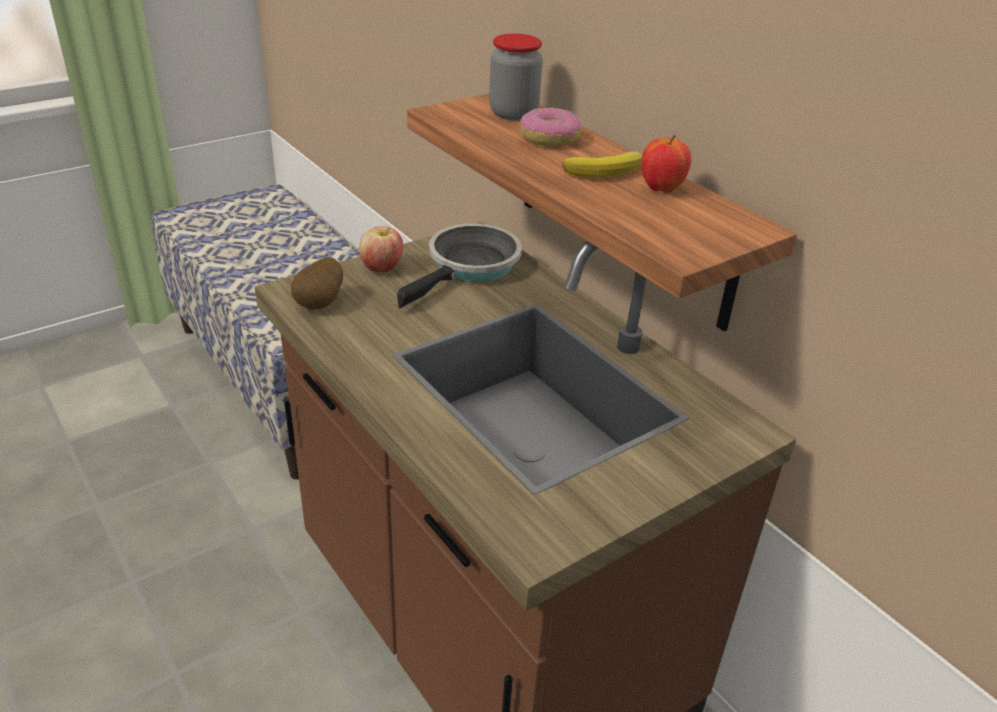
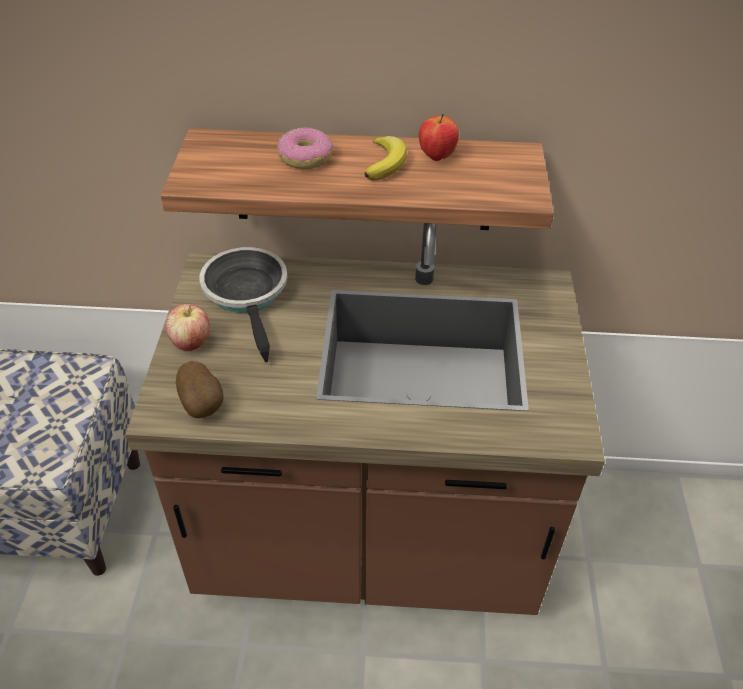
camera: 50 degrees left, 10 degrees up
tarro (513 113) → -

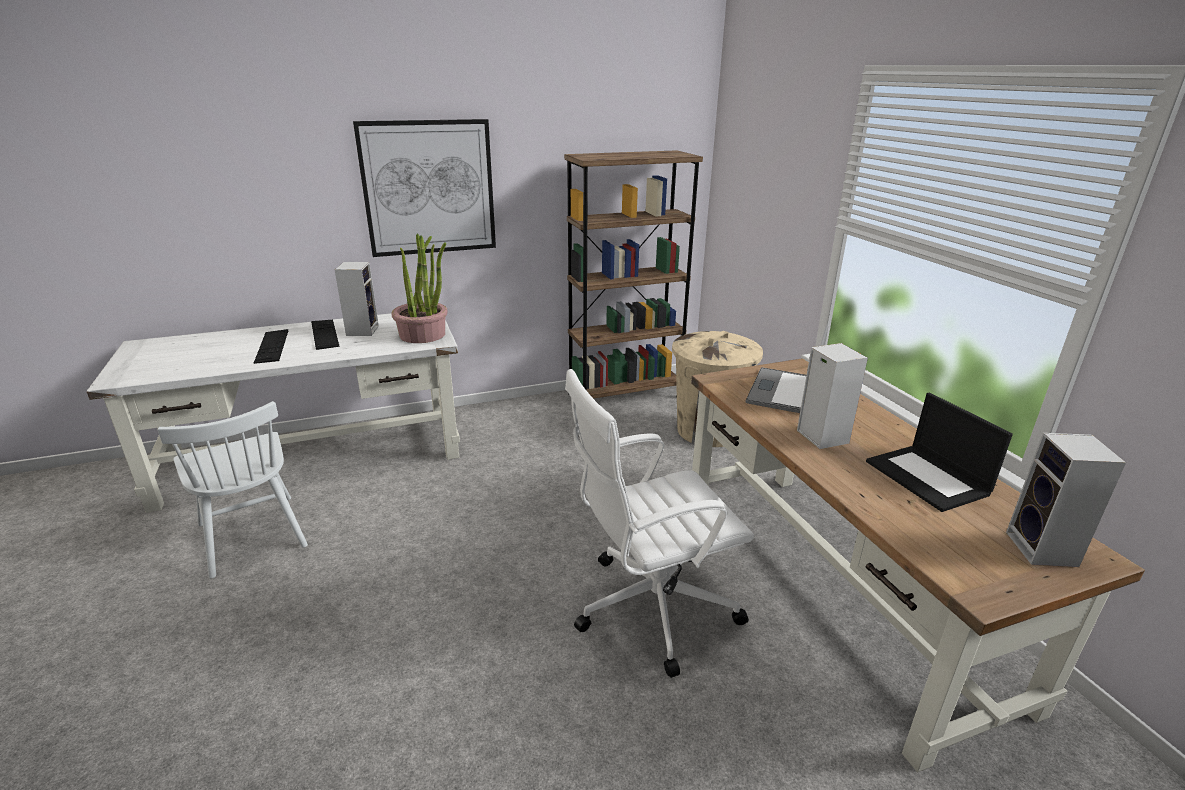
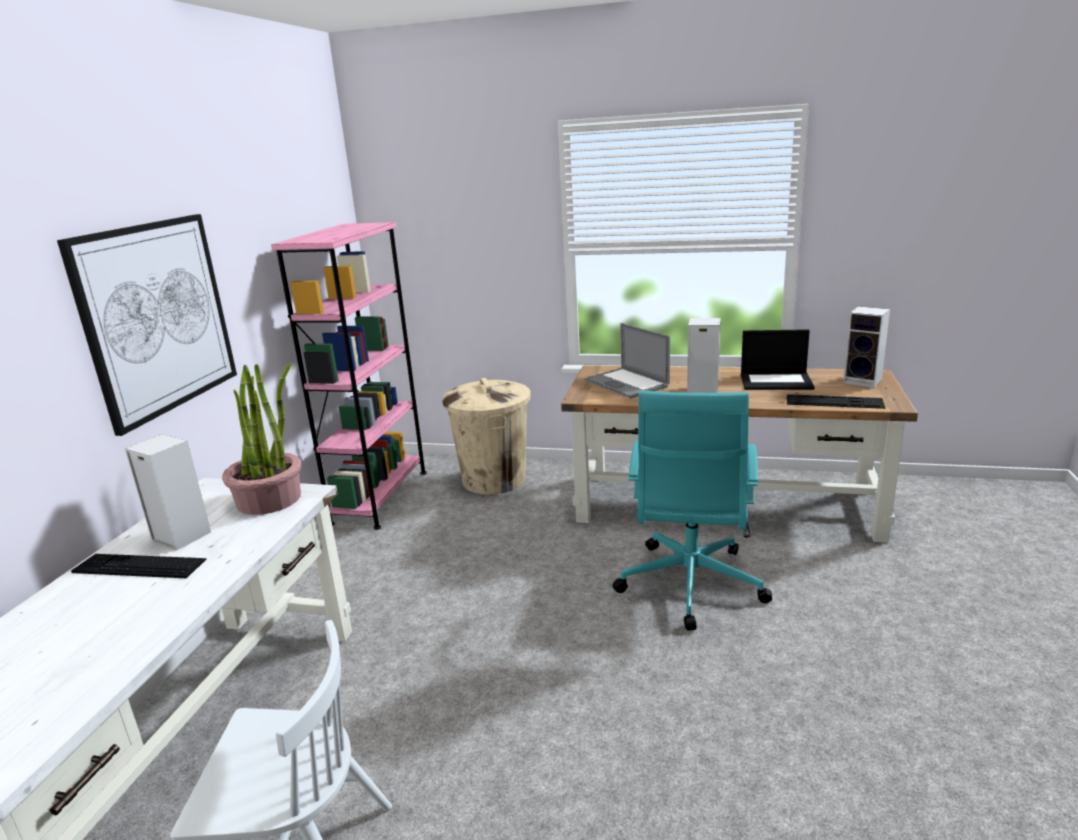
camera: 55 degrees left, 5 degrees down
teclado (272 346) → teclado (834 402), move
estantería/marrón (624 395) → estantería/rosa (380 497)
silla de oficina/blanco (650 607) → silla de oficina/turquesa (690 586)

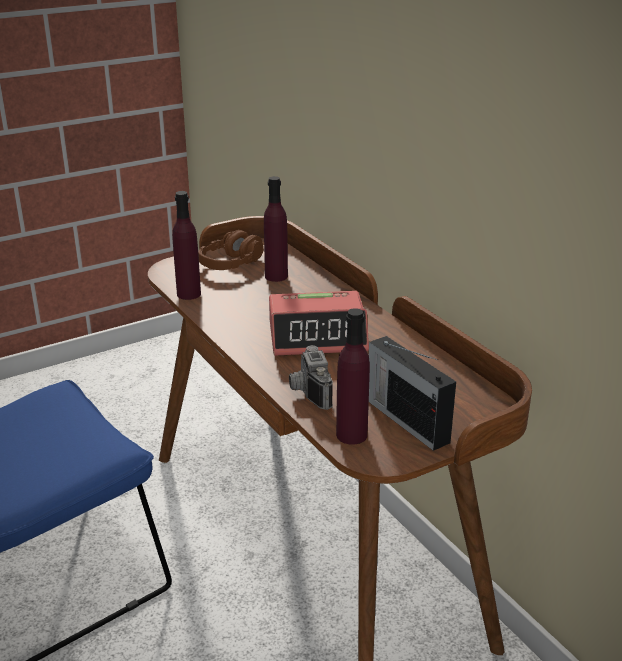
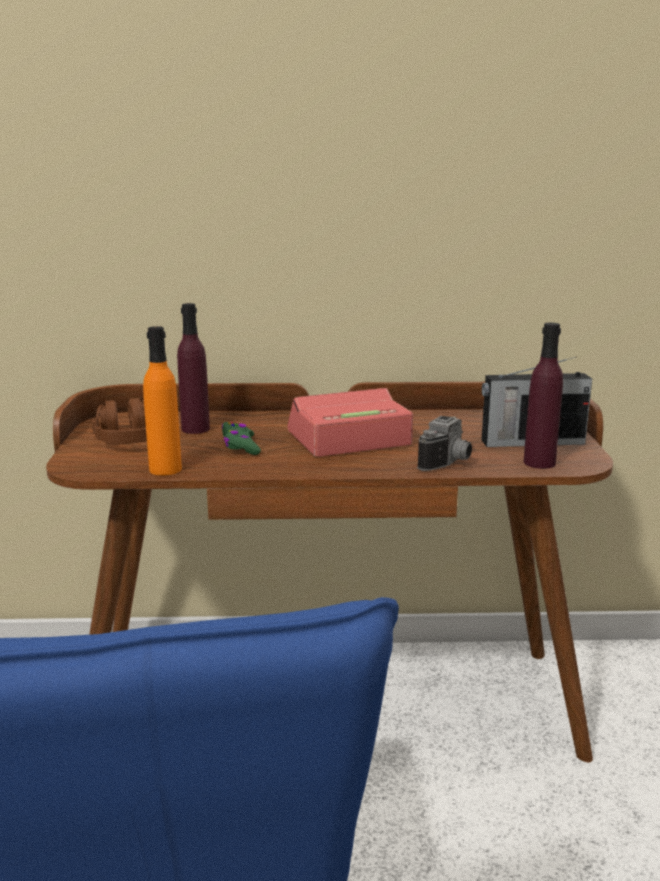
camera: 60 degrees left, 10 degrees down
- → mando de consola/verde (240 446)
botella/morado (189 294) → botella/naranja (165 469)
despertador (318 336) → despertador (348 439), 135 degrees counterclockwise
cámara (308 392) → cámara (449 462), 75 degrees counterclockwise

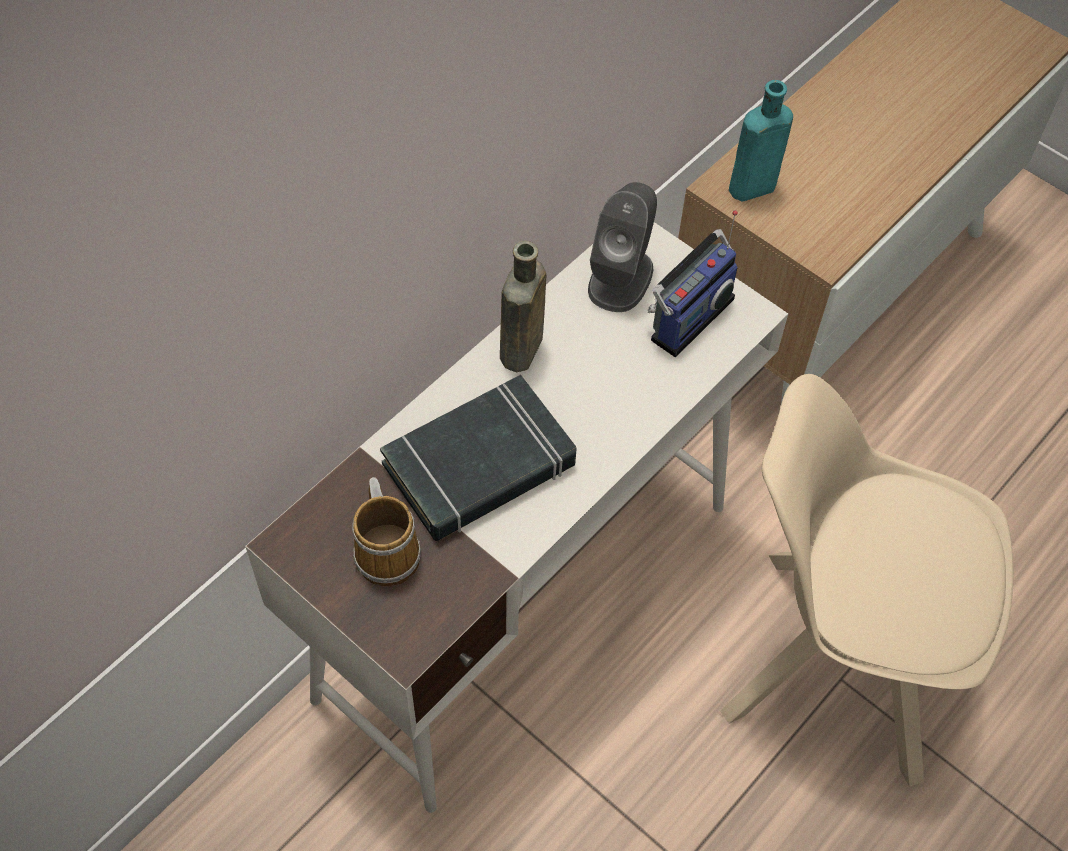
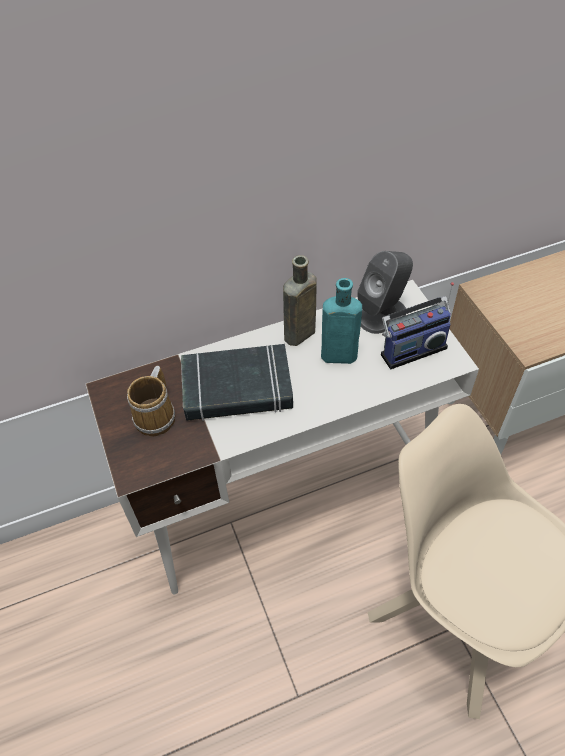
camera: 30 degrees right, 5 degrees down
botella/turquesa (749 188) → botella/turquesa (336 355), move

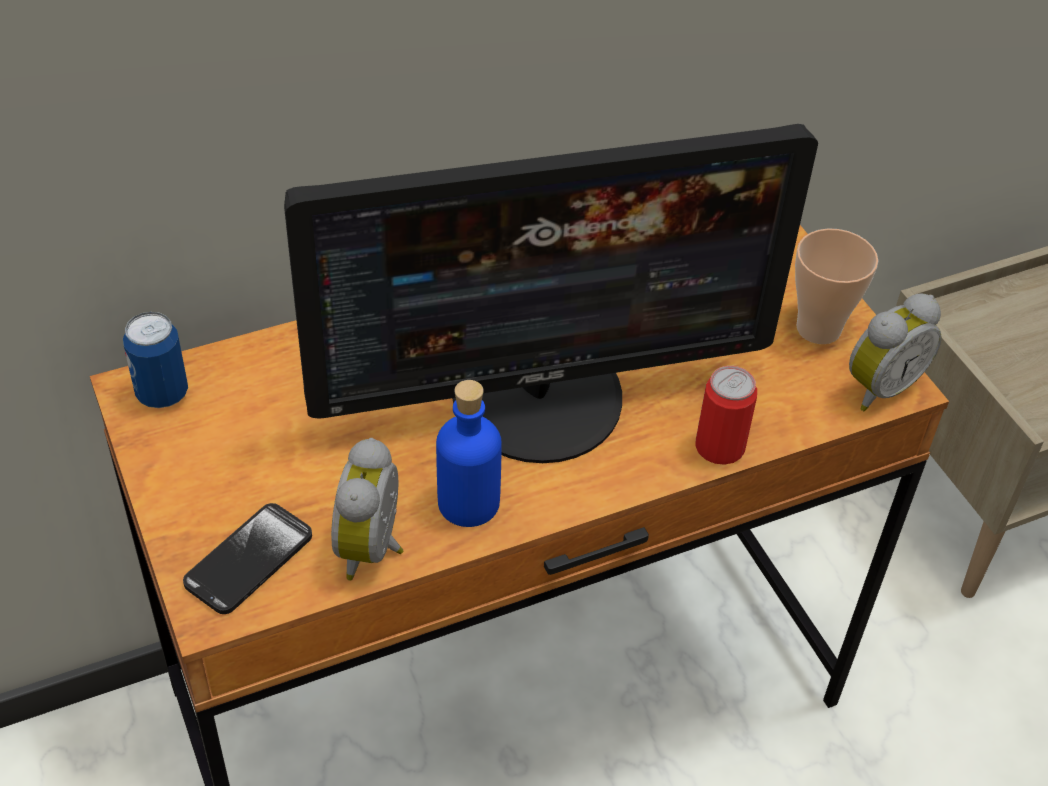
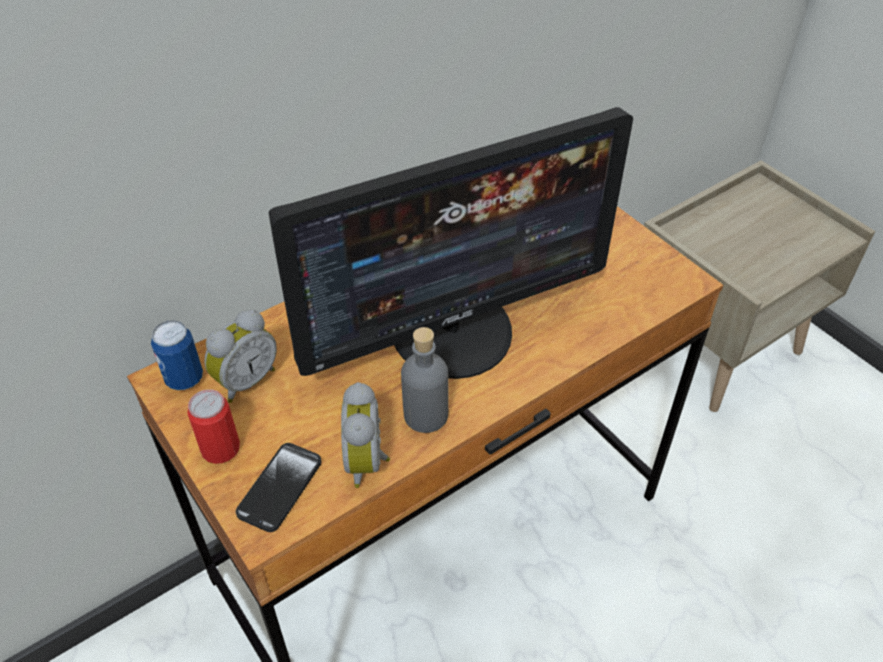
camera: 10 degrees left, 0 degrees up
taza (818 329) → -
lata (719 447) → lata (220 448), move
despertador (878 387) → despertador (245 380), move
botella/azul (468 503) → botella/gris (425 415)

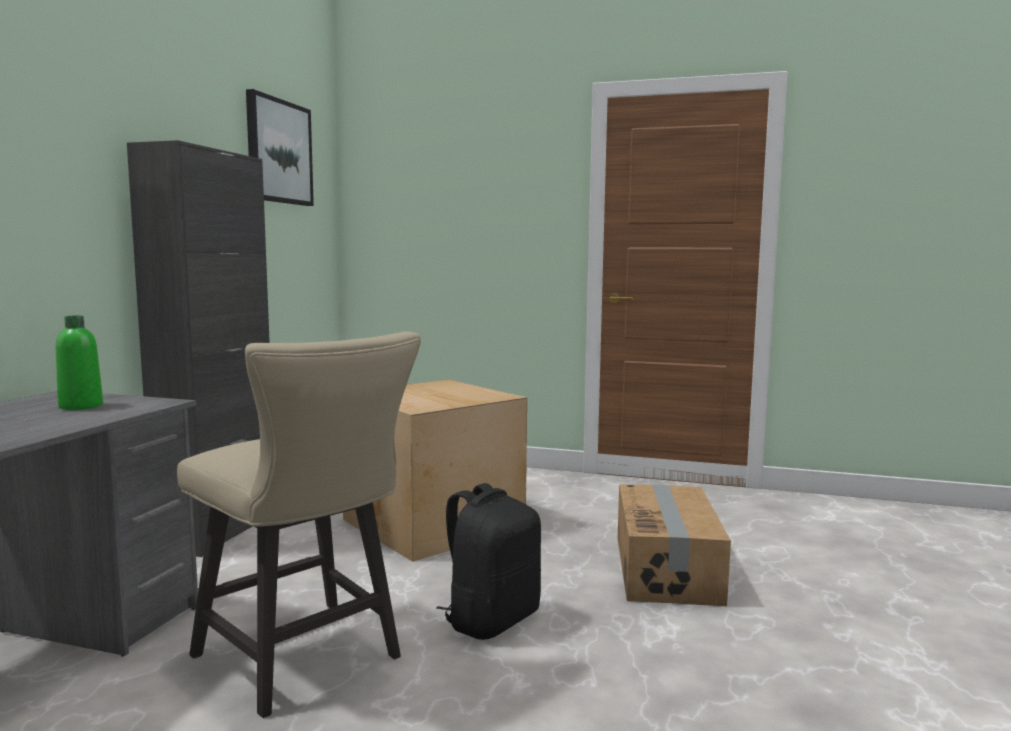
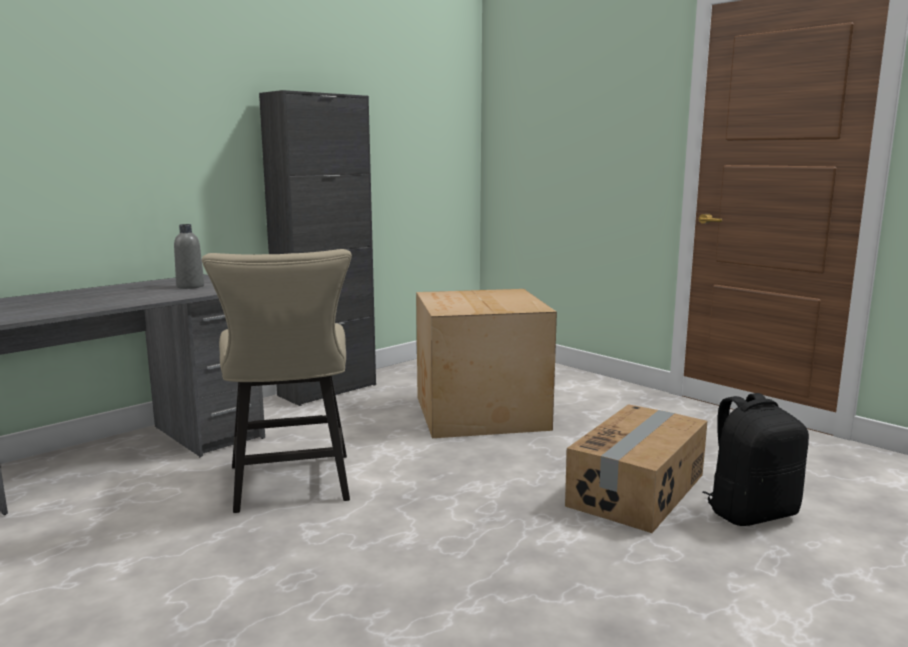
camera: 30 degrees right, 5 degrees up
cuadro (278 152) → -
mochila/negro (491 619) → mochila/negro (751 512), move
botella/verde (81 406) → botella/gris (190 286)

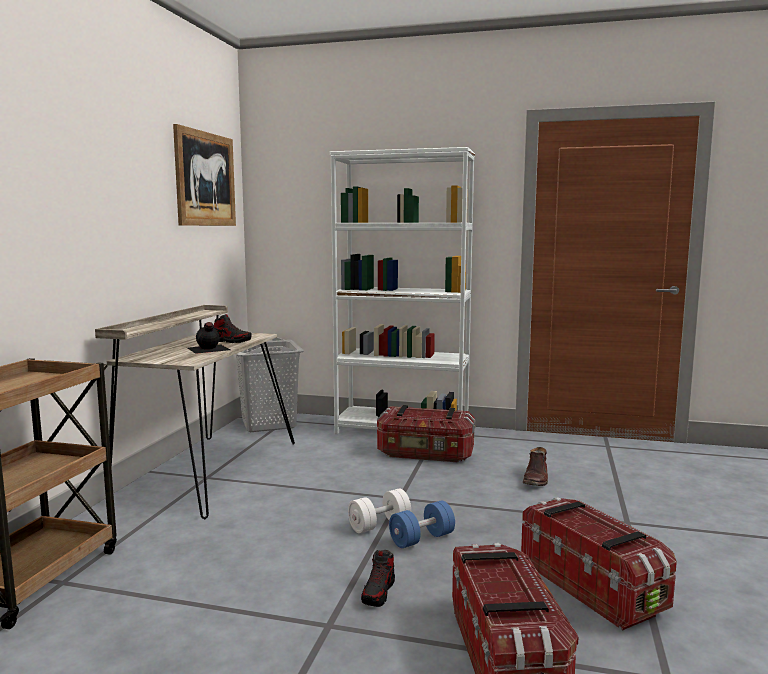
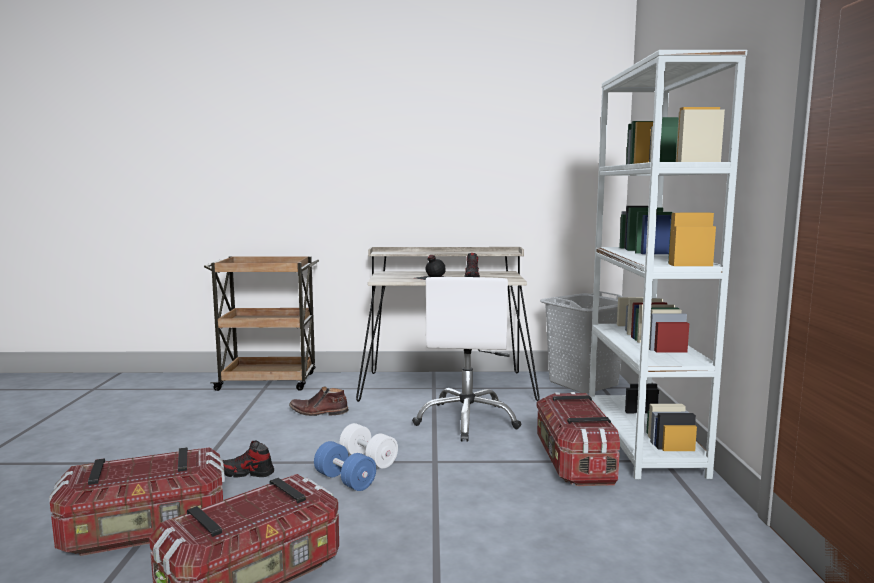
camera: 75 degrees right, 0 degrees up
cuadro (205 179) → -
- → silla de oficina/blanco (467 420)
bota/marrón (536 479) → bota/marrón (318 412), move

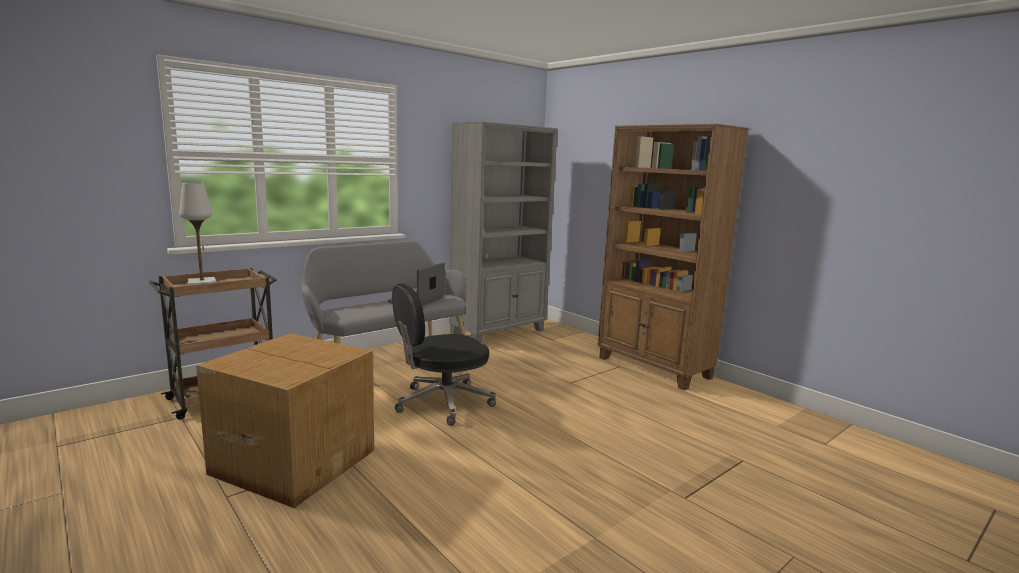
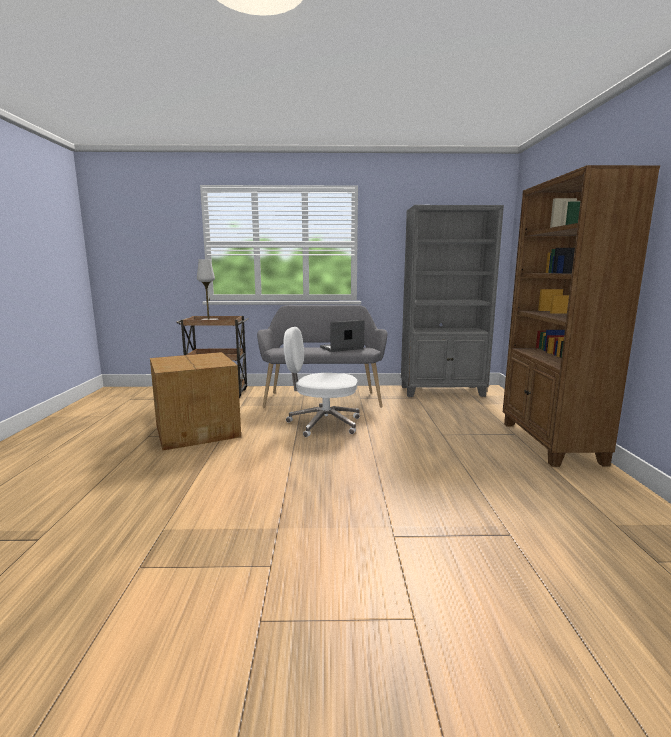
camera: 40 degrees right, 0 degrees up
silla de oficina/negro (442 403) → silla de oficina/blanco (322 424)

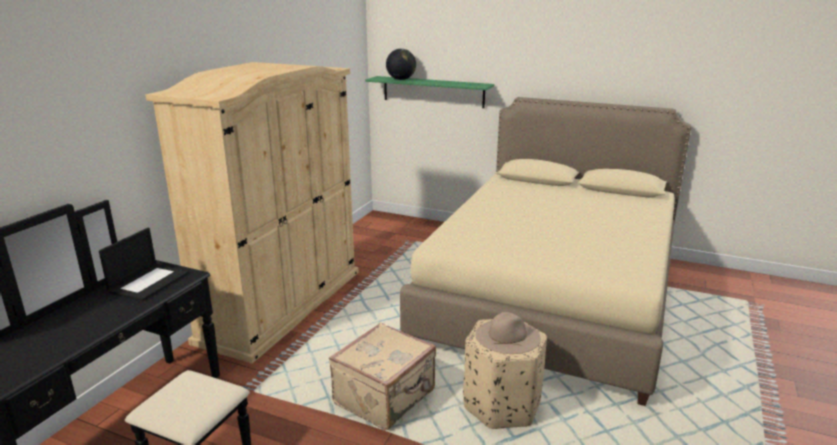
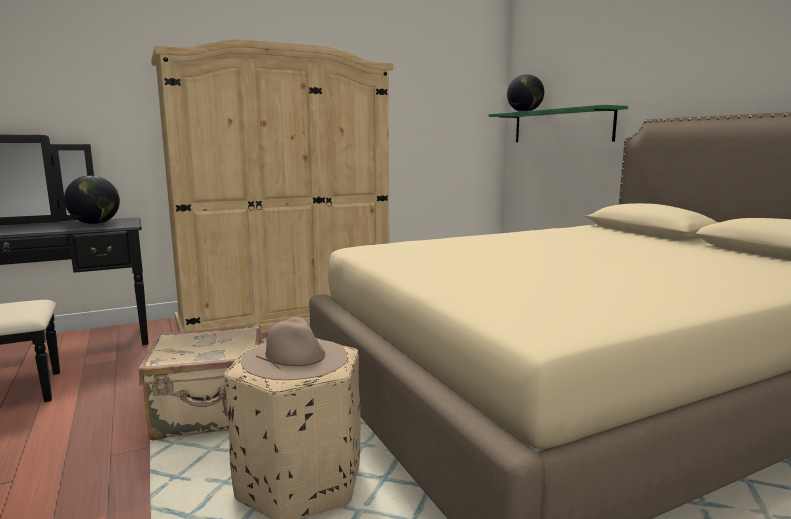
camera: 40 degrees right, 10 degrees down
portátil (149 282) → globo terráqueo (95 223)

